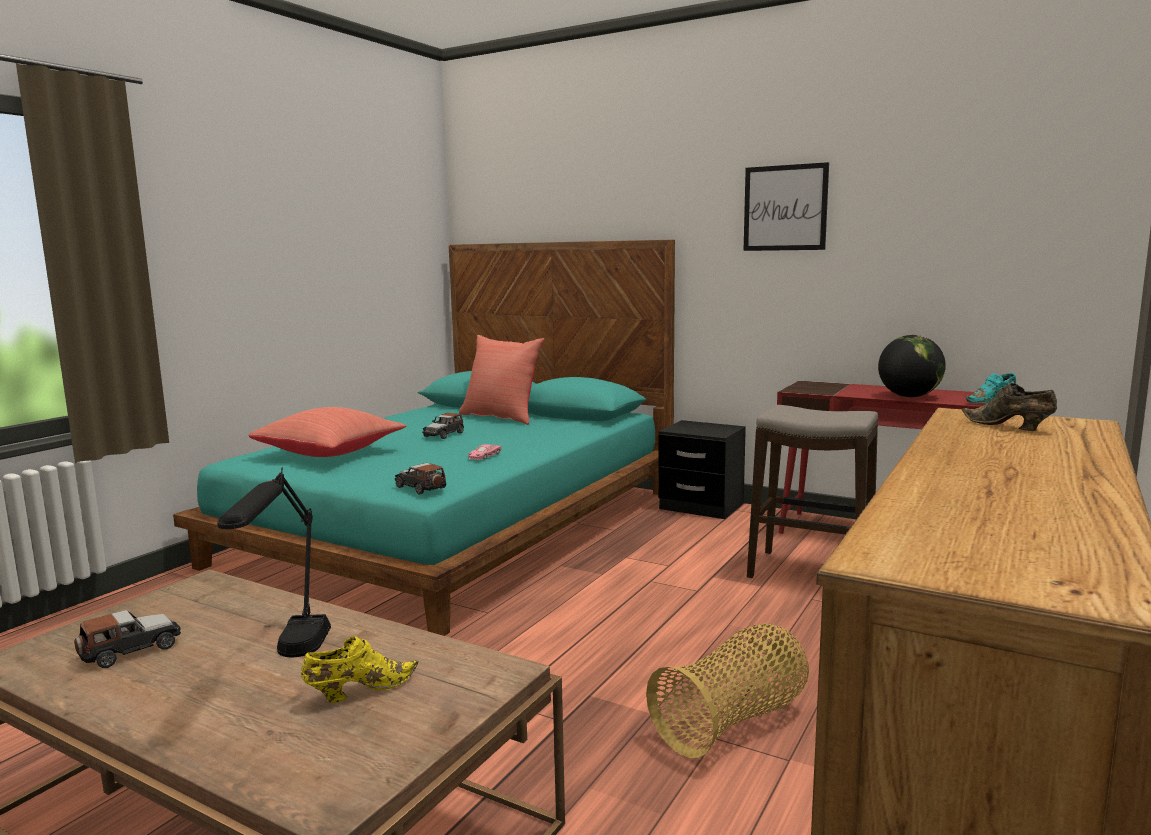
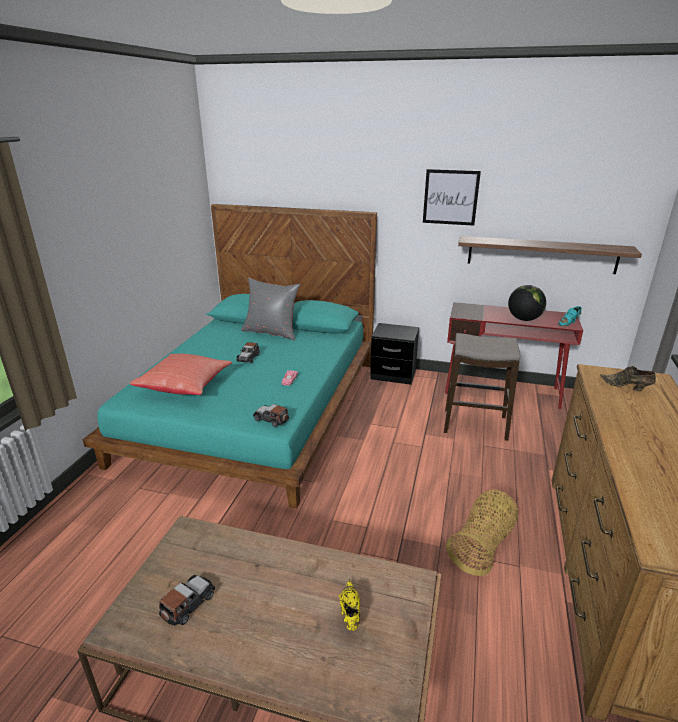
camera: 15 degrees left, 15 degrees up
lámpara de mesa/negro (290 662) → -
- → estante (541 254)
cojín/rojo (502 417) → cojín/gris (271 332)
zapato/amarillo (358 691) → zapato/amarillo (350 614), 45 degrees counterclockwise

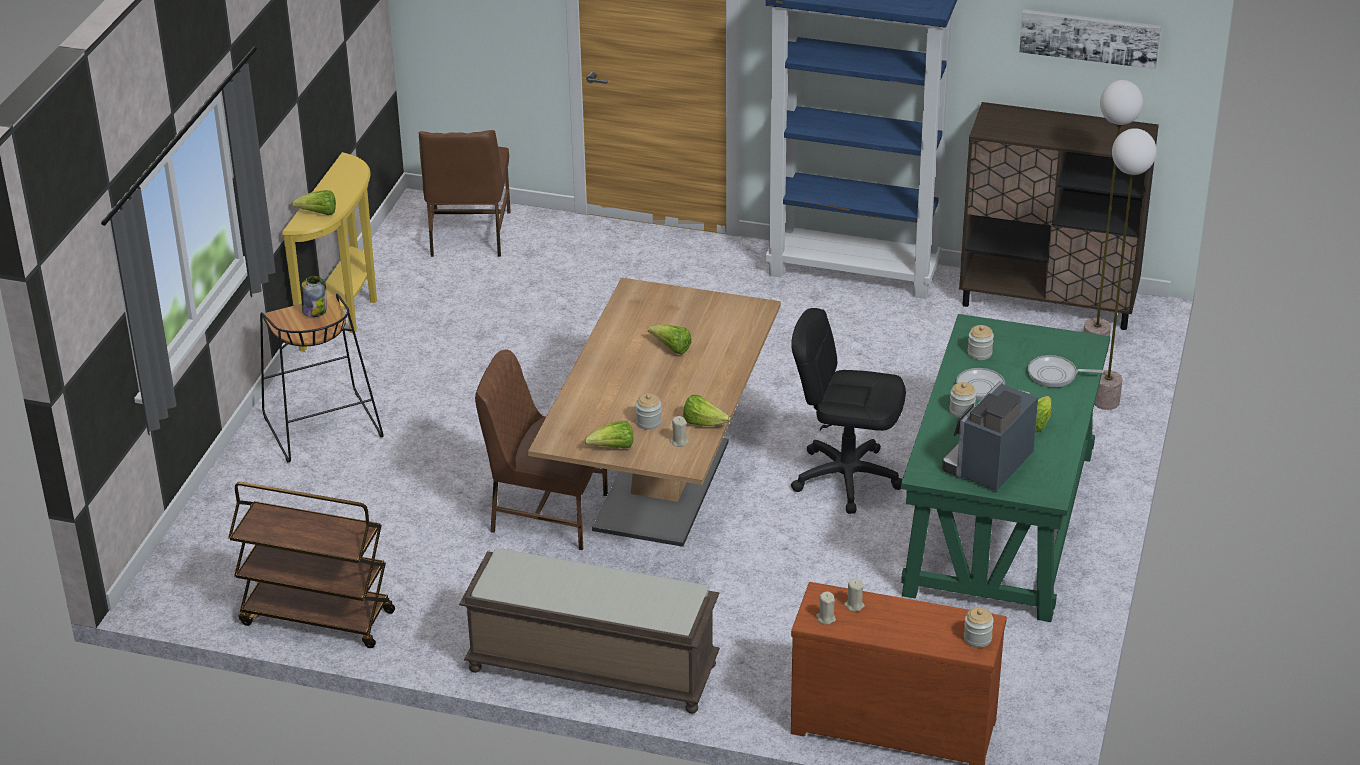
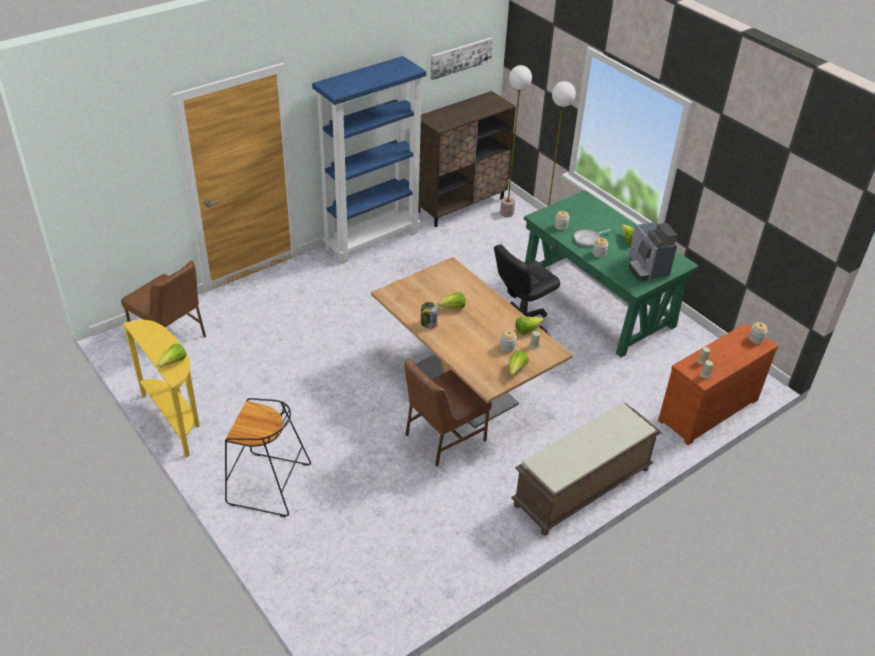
camera: 55 degrees left, 5 degrees up
carrito/marrón (316 618) → -
sartén (1055 375) → -
tarro (314 310) → tarro (428 323), move

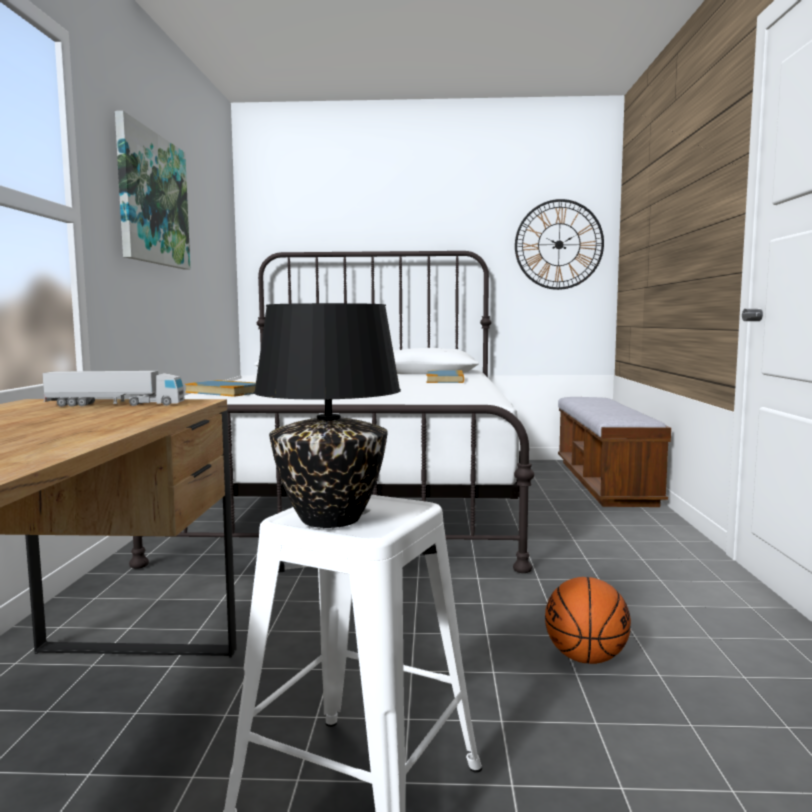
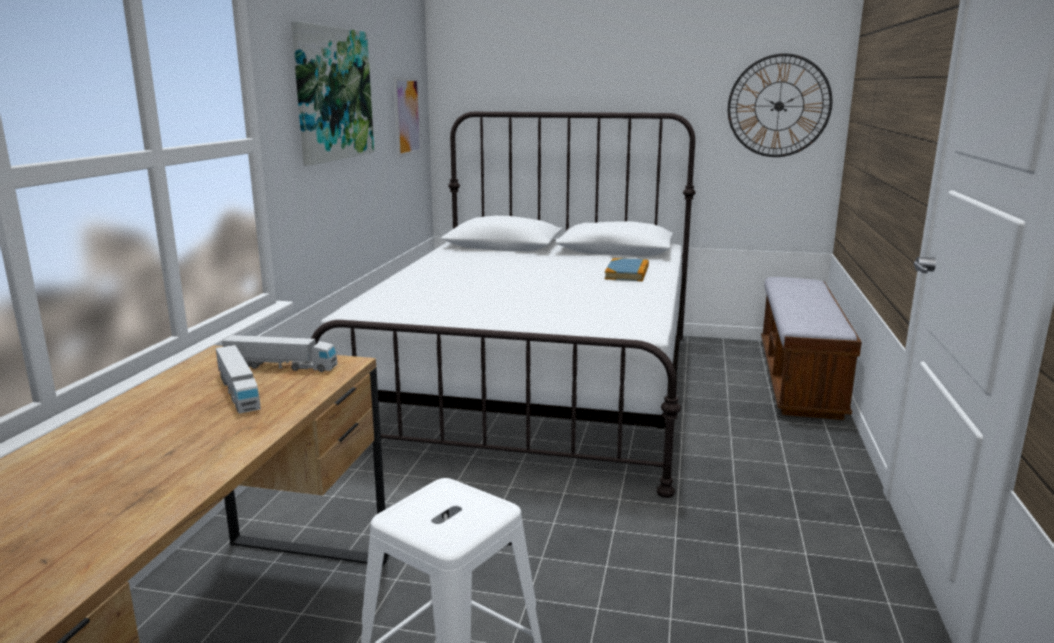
camera: 10 degrees right, 10 degrees up
libro (226 392) → -
lámpara de mesa/negro (329 520) → -
balón de baloncesto (586 658) → -
- → camión de juguete (238 392)
- → cuadro (407 116)

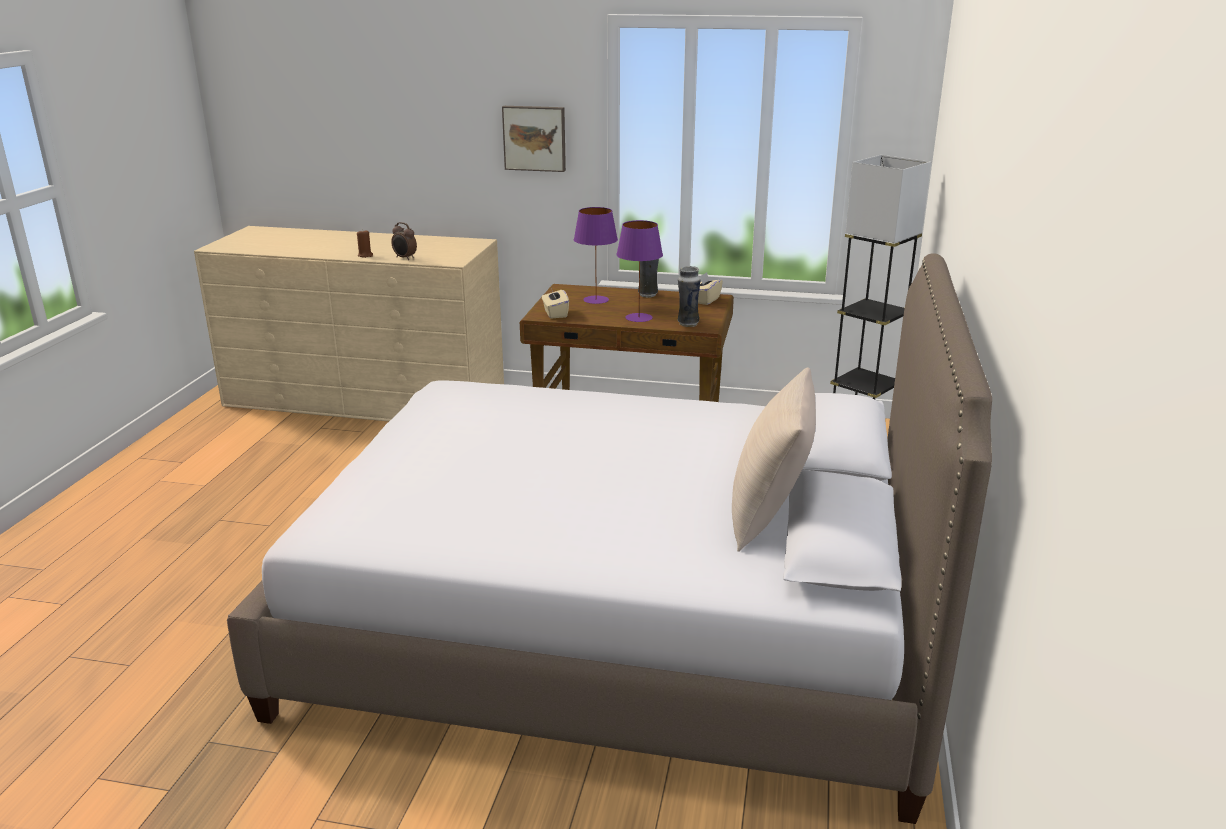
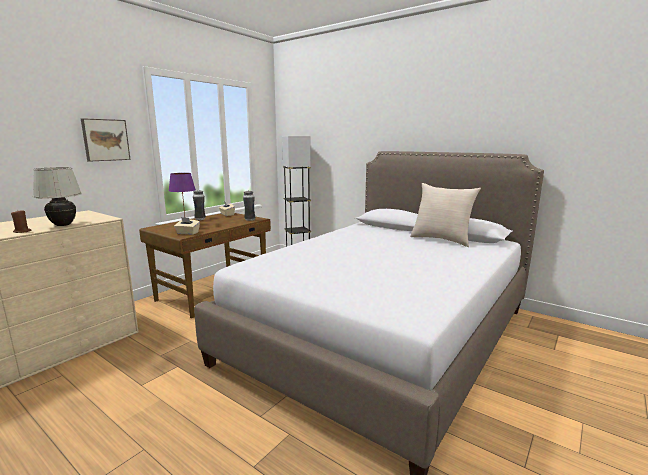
camera: 65 degrees left, 10 degrees down
lámpara de mesa/morado (638 317) → -
despertador (405 258) → lámpara de mesa/blanco (63 225)

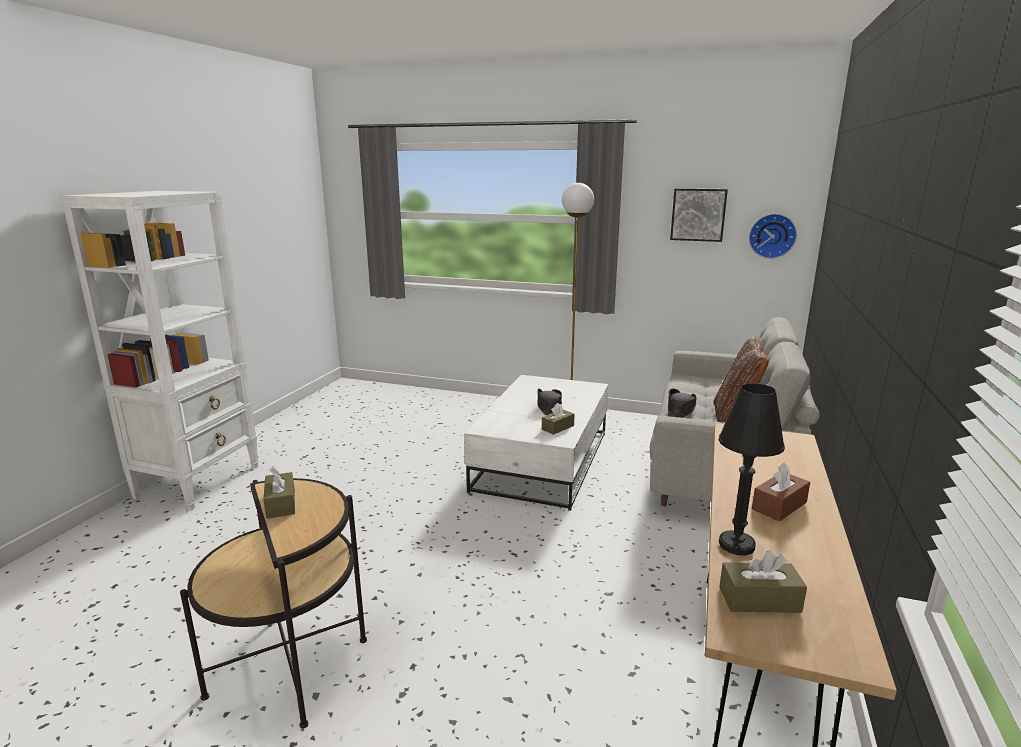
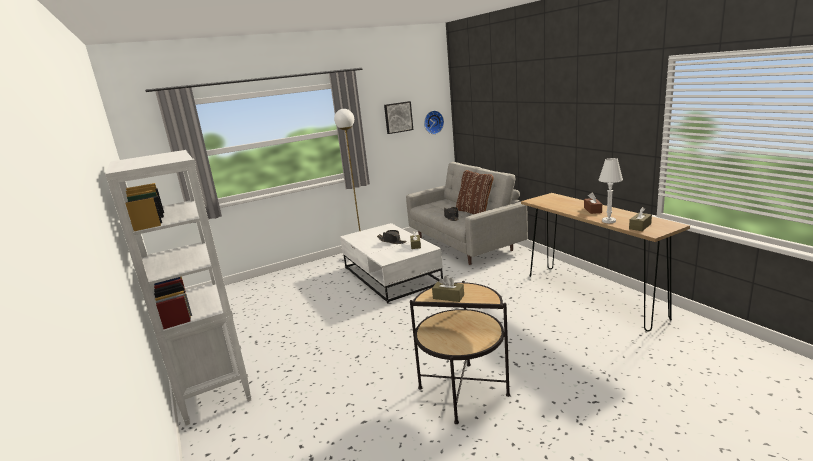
camera: 45 degrees left, 0 degrees up
lámpara de mesa/negro (736 545) → lámpara de mesa/blanco (608 221)

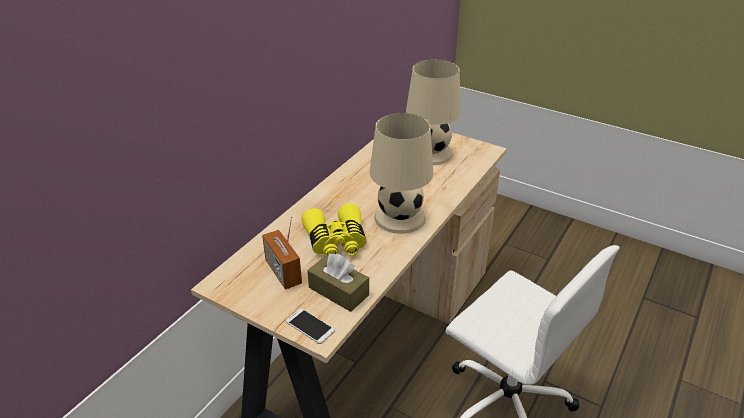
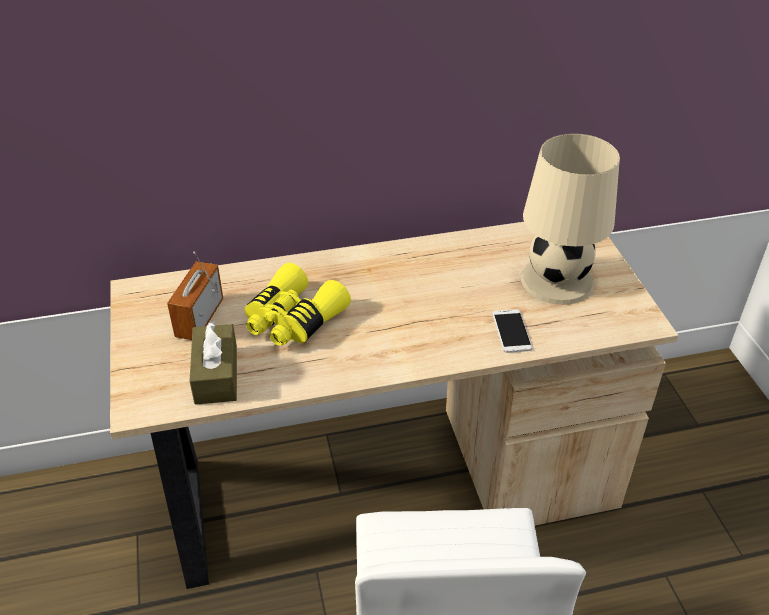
camera: 45 degrees right, 5 degrees up
lámpara de mesa/beis (400 218) → -
móvil (310 326) → móvil (511 331), move

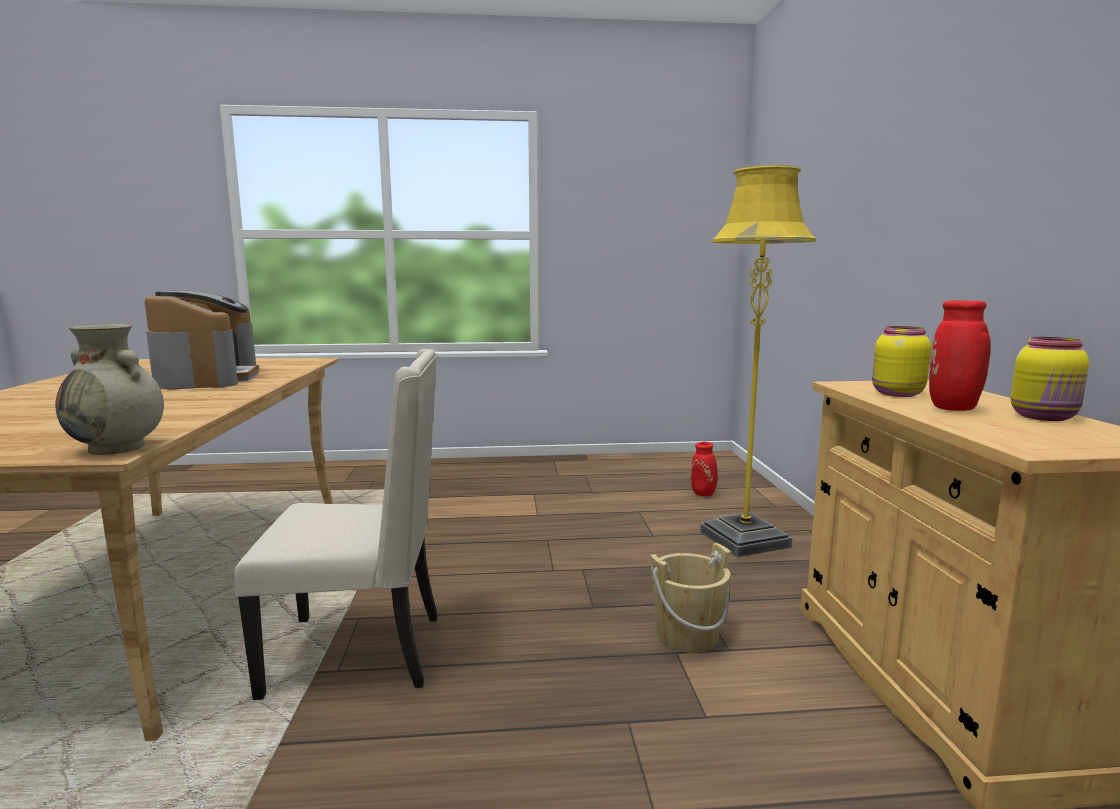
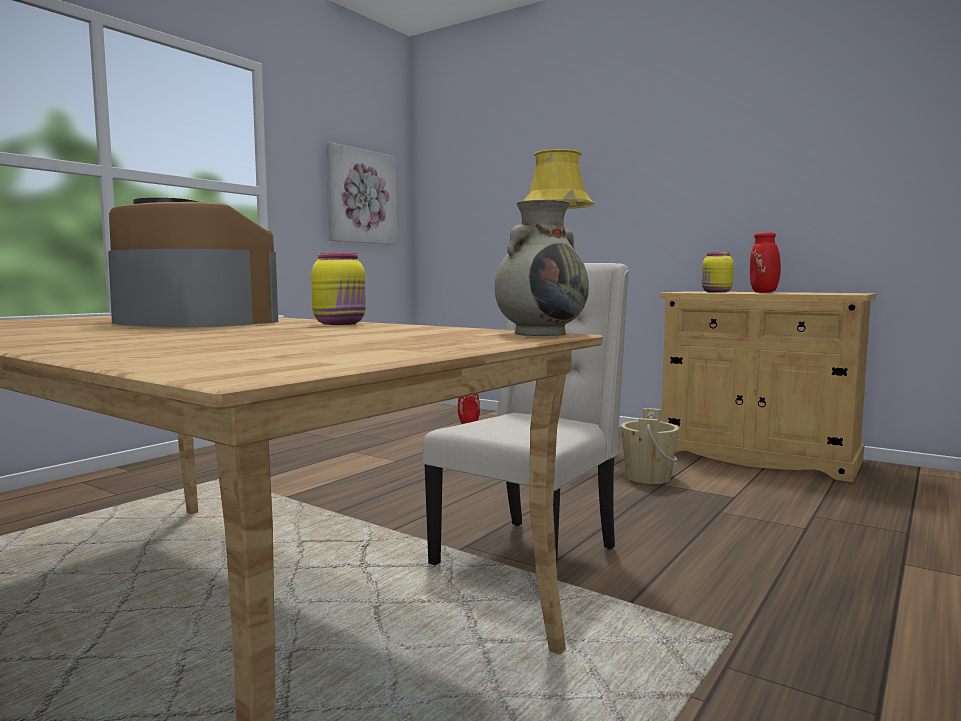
camera: 50 degrees left, 5 degrees down
- → cuadro (360 196)
tarro/amarillo (1045 417) → tarro/amarillo (341 323), move

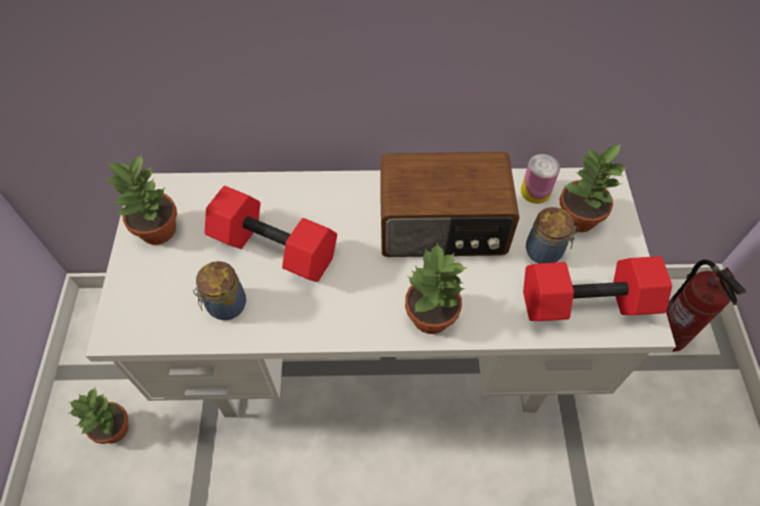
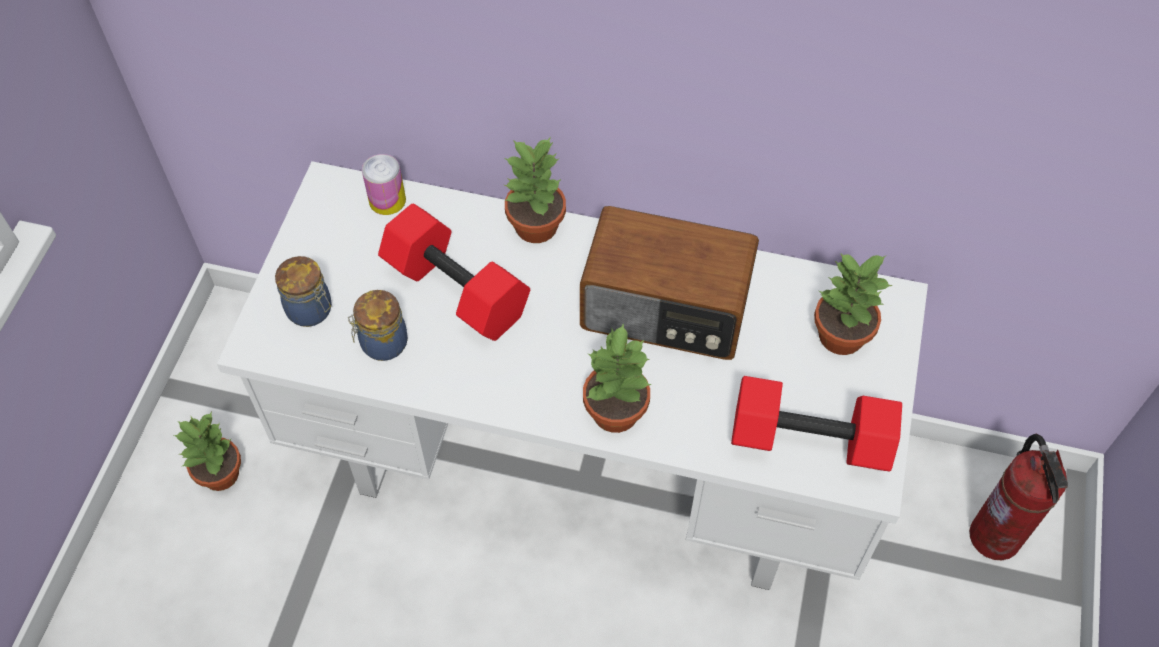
camera: 15 degrees right, 0 degrees up
planta en maceta (159 230) → planta en maceta (537 227), move
lata (535 191) → lata (387 200), move
tarro (545 251) → tarro (311 311), move

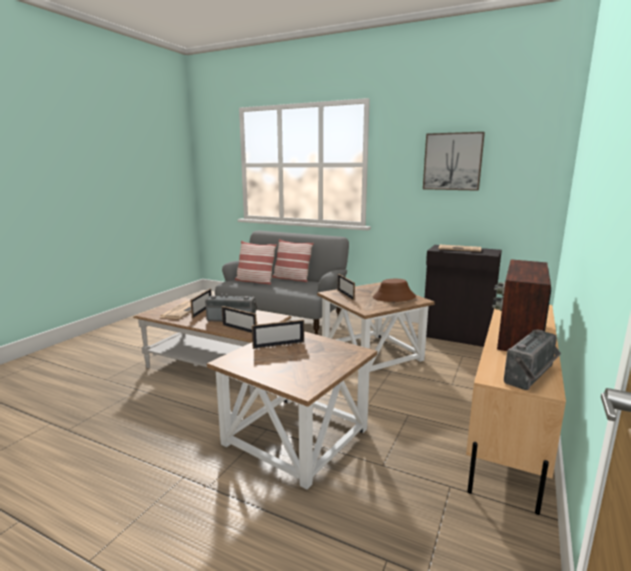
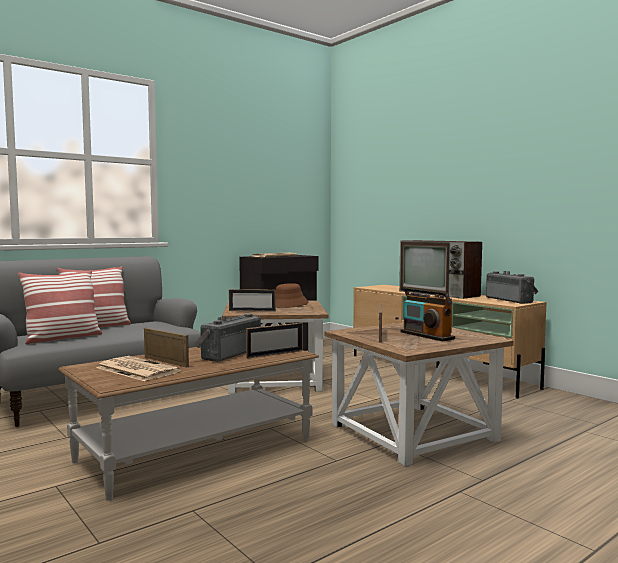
camera: 65 degrees left, 10 degrees down
cuadro (452 161) → -
- → radio (426 335)

